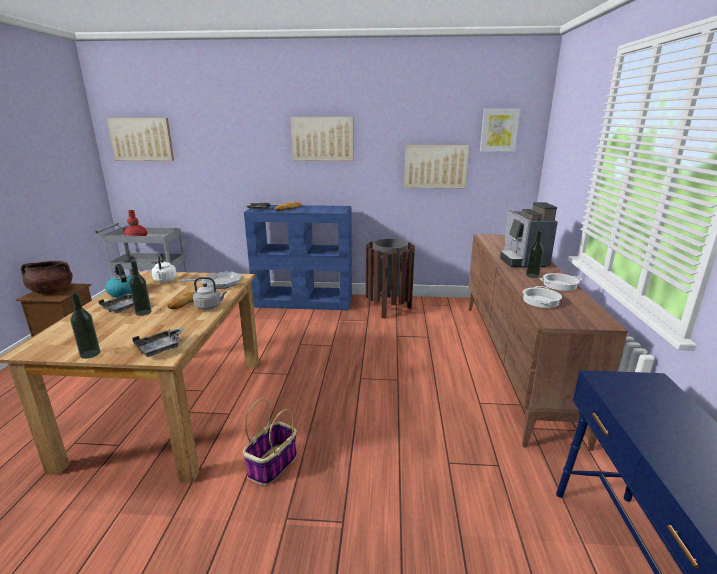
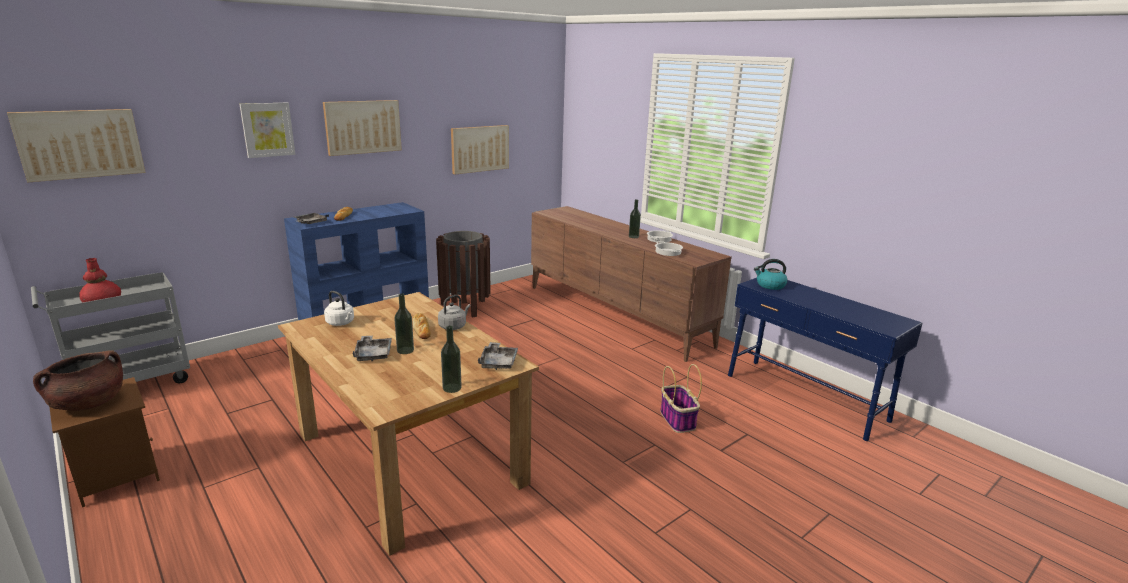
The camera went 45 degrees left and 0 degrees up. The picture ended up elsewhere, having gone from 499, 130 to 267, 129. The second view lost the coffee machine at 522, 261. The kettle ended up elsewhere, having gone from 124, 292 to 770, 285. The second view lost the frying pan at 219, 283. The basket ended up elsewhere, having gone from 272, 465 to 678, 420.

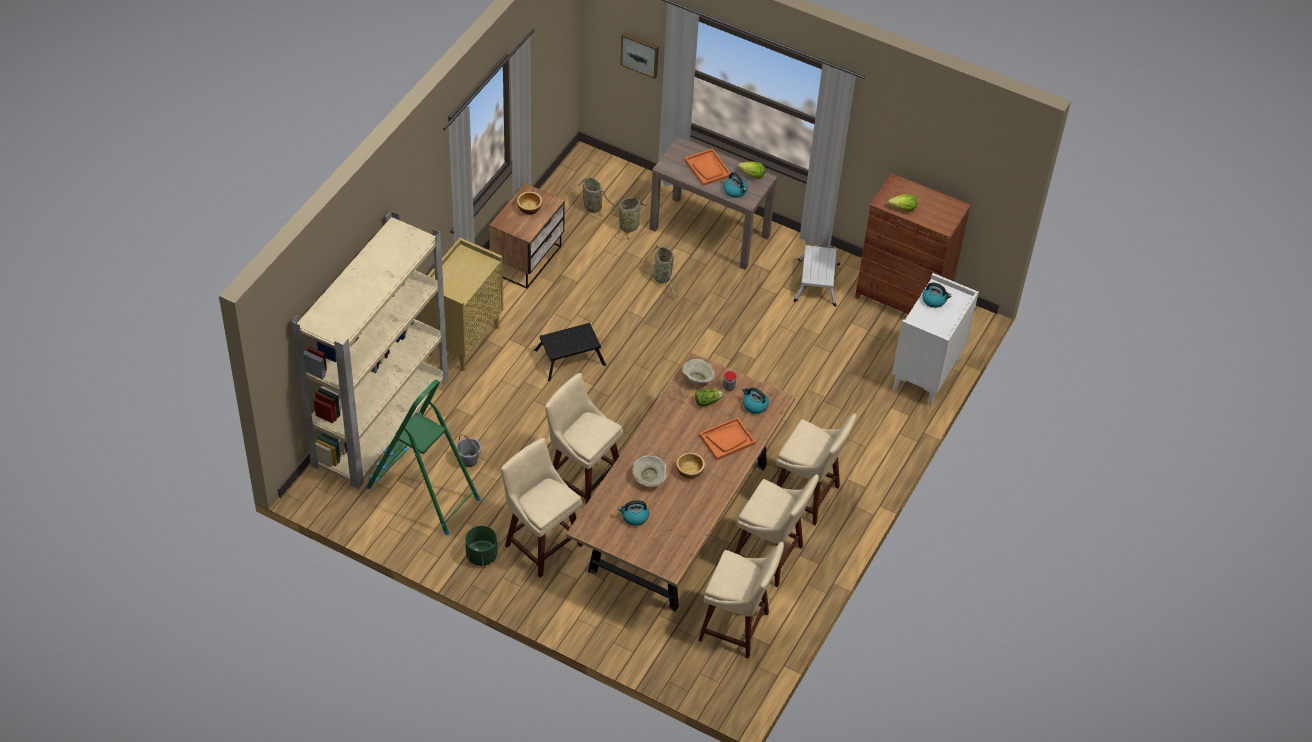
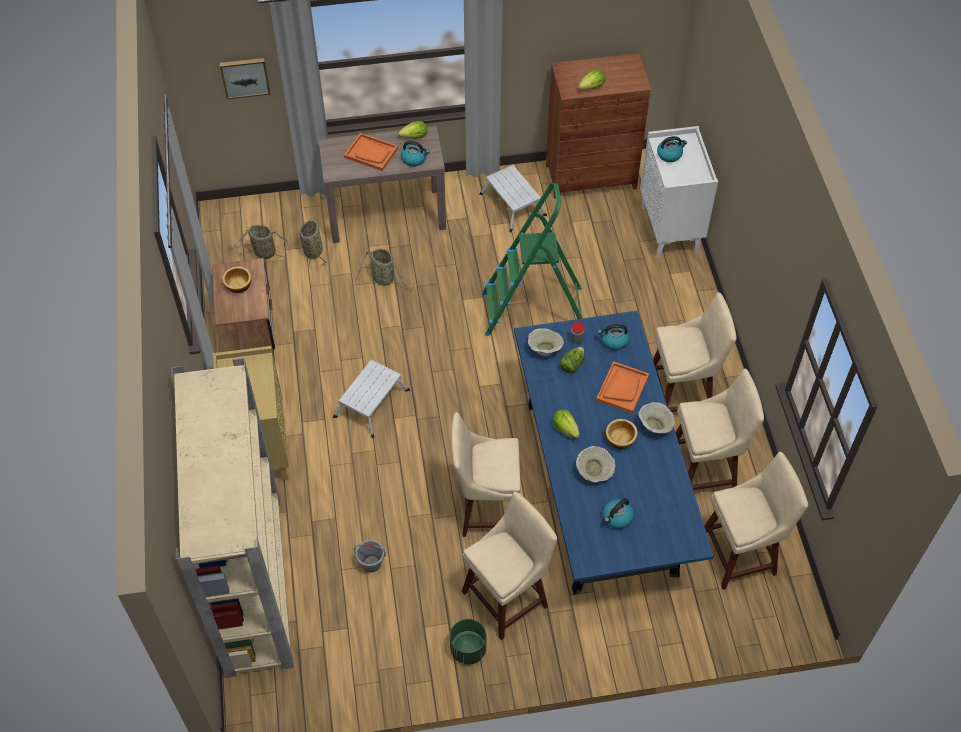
The camera went 35 degrees left and 5 degrees up. What was the step ladder in black at 570, 357 turned into the step ladder in white at 372, 403. What was the dining table in brown at 679, 517 turned into the dining table in blue at 600, 486. The step ladder in green ended up elsewhere, having gone from 422, 493 to 533, 311. The chair in beige at 541, 542 ended up facing another way, 135 degrees clockwise from before. The second view gained the bowl in beige at 655, 426. The second view gained the lettuce at 565, 428.

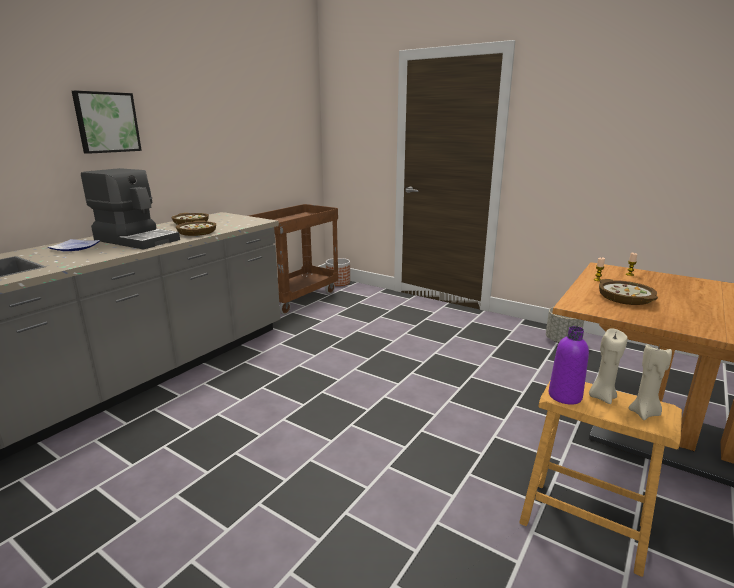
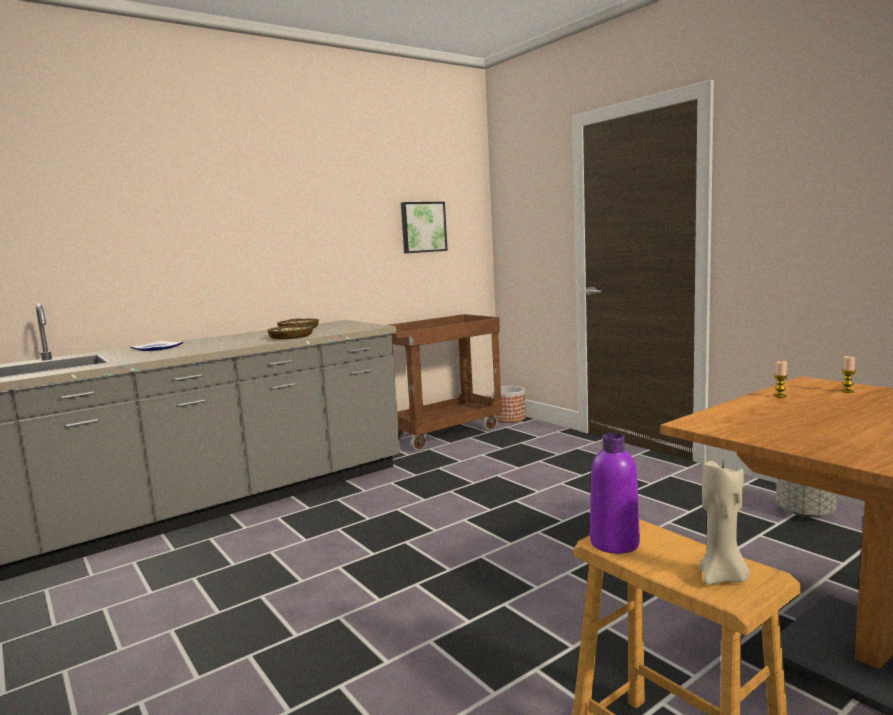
The camera went 20 degrees right and 10 degrees down. The picture ended up elsewhere, having gone from 106, 122 to 422, 227. The second view lost the coffee machine at 137, 240. The second view lost the bowl at 625, 298. The second view lost the candle in beige at 601, 397.

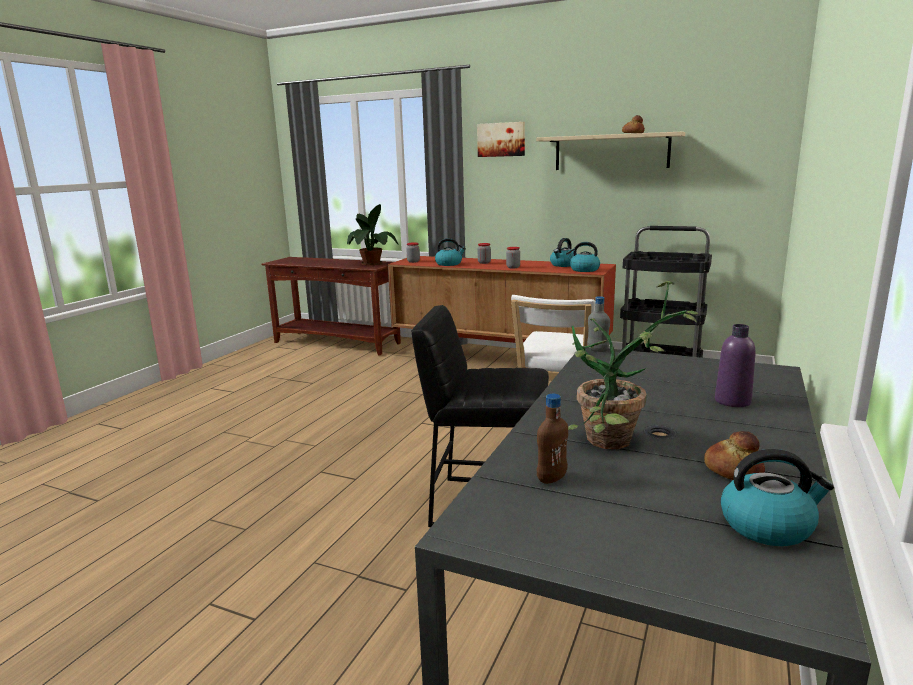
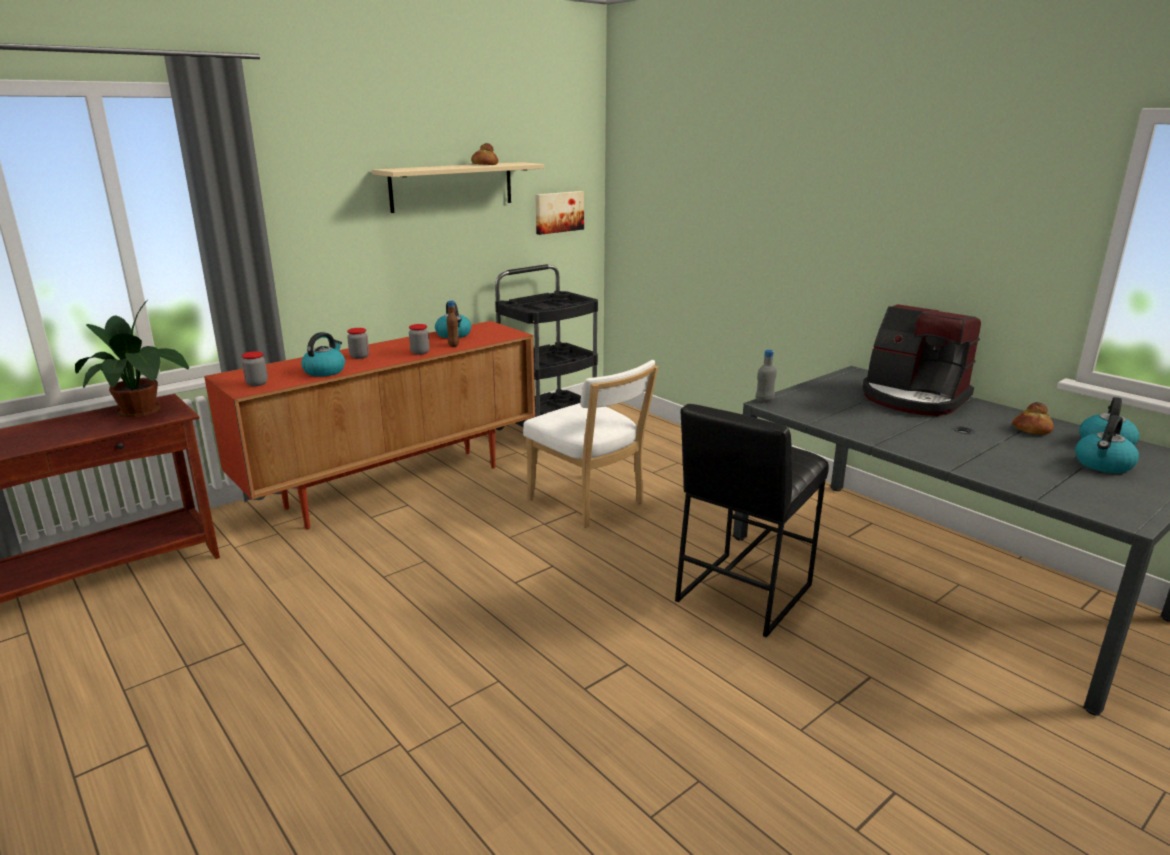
The camera went 65 degrees left and 5 degrees up. The picture ended up elsewhere, having gone from 501, 139 to 558, 212. The kettle ended up elsewhere, having gone from 584, 270 to 1103, 465. The second view lost the potted plant at 617, 444. Where the bottle in purple stood at 732, 401, the coffee machine came to stand at 913, 398. The bottle in brown ended up elsewhere, having gone from 551, 478 to 453, 345.

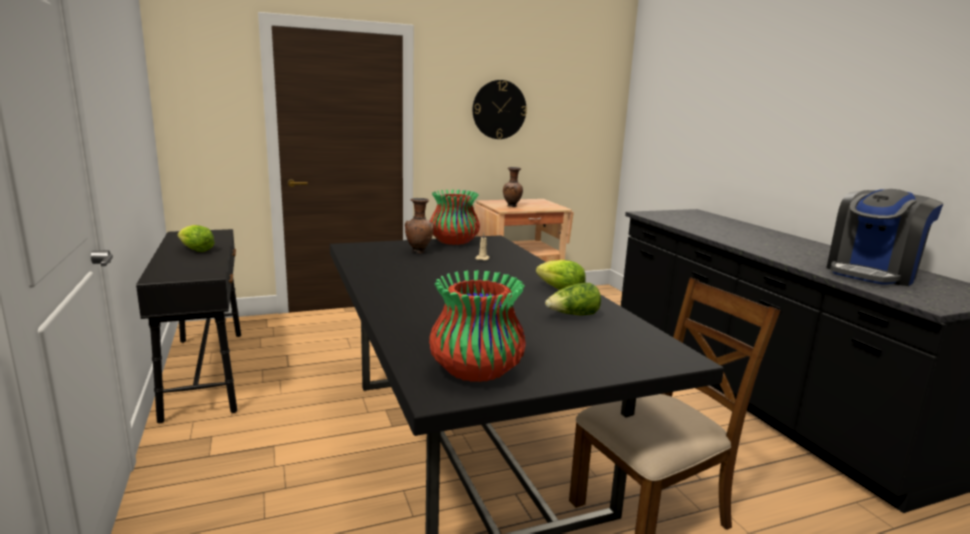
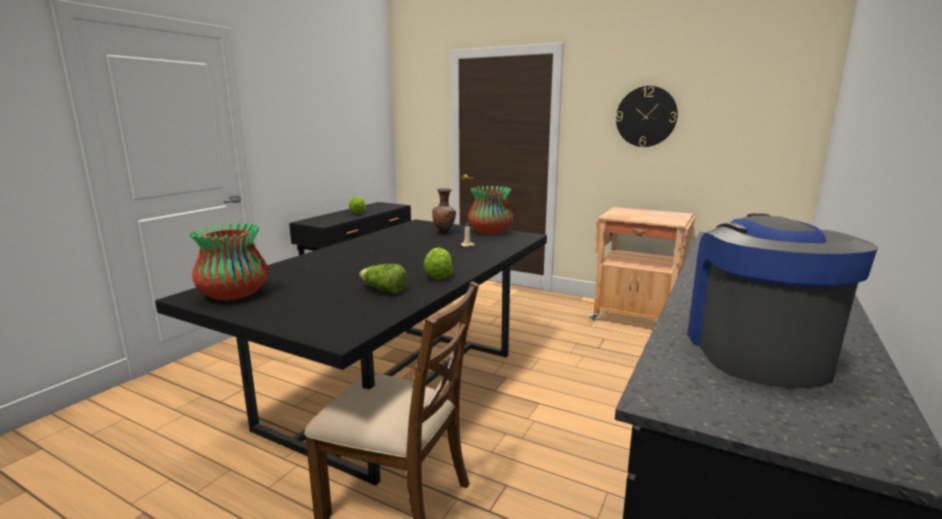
The camera went 50 degrees right and 0 degrees up. The second view lost the vase in brown at 512, 206. The coffee machine at 872, 273 ended up facing another way, 90 degrees clockwise from before.

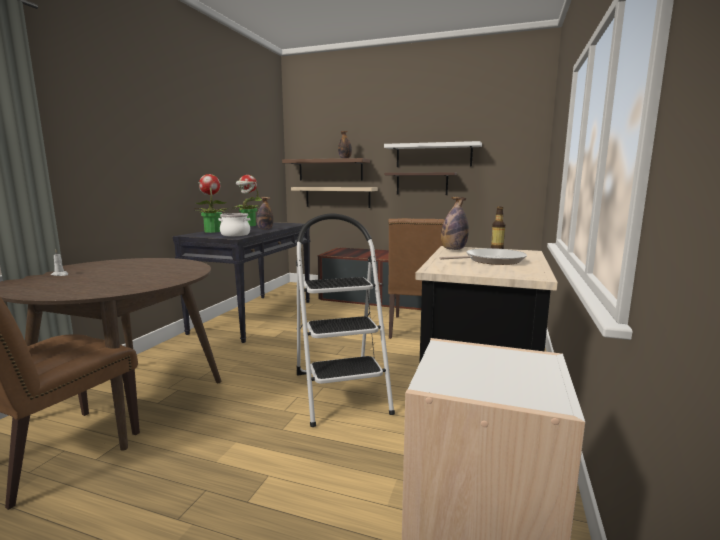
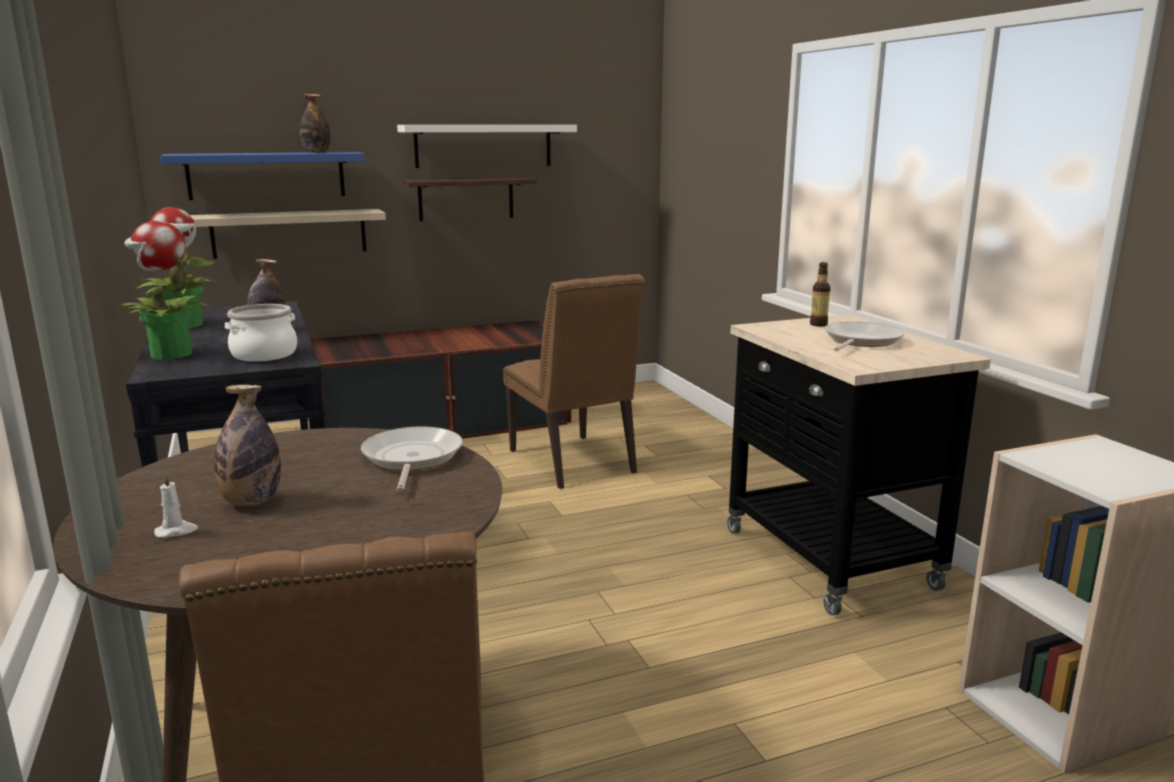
The camera went 40 degrees left and 5 degrees up. What was the shelf in brown at 330, 170 turned into the shelf in blue at 266, 175. The bottle ended up elsewhere, having gone from 453, 249 to 251, 501. The second view lost the step ladder at 341, 391. The second view gained the frying pan at 411, 458.

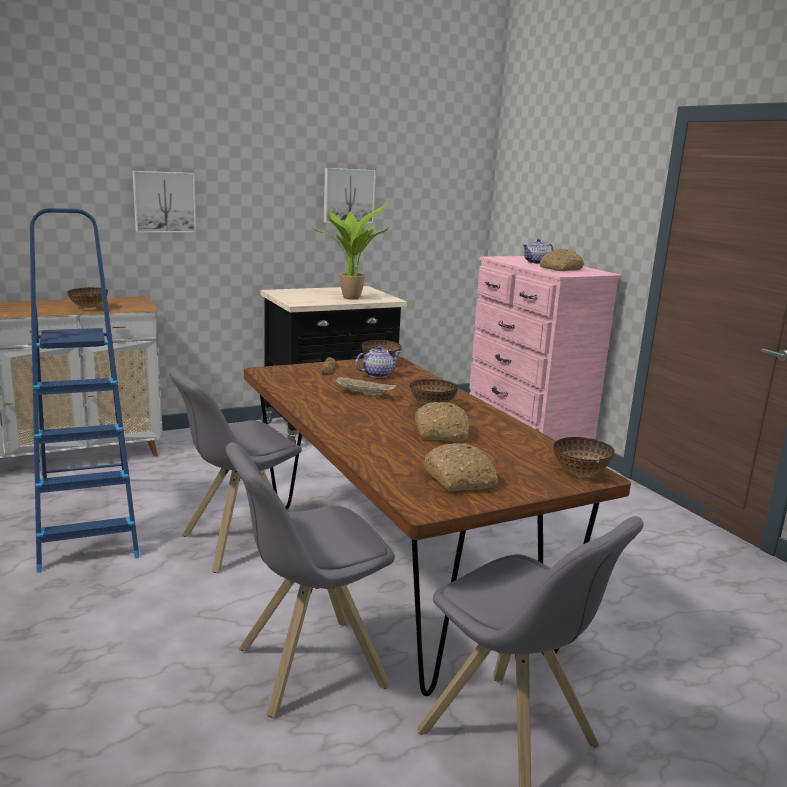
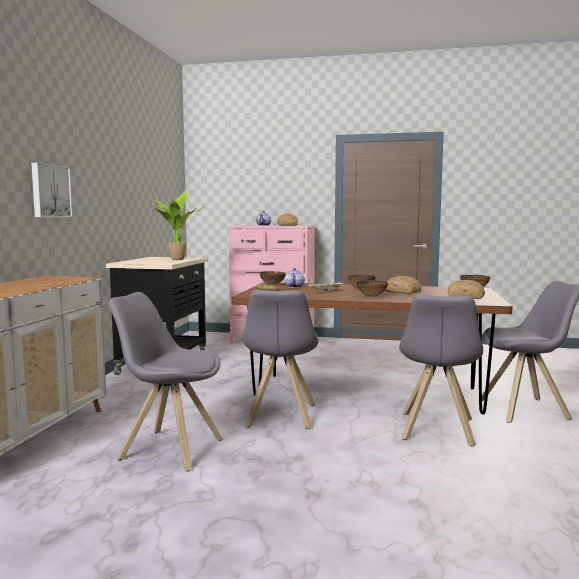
The camera went 50 degrees left and 10 degrees down. The second view lost the picture at 348, 196. Where the step ladder in blue stood at 87, 520, the chair in grey came to stand at 170, 449. The bowl ended up elsewhere, having gone from 88, 307 to 371, 296.

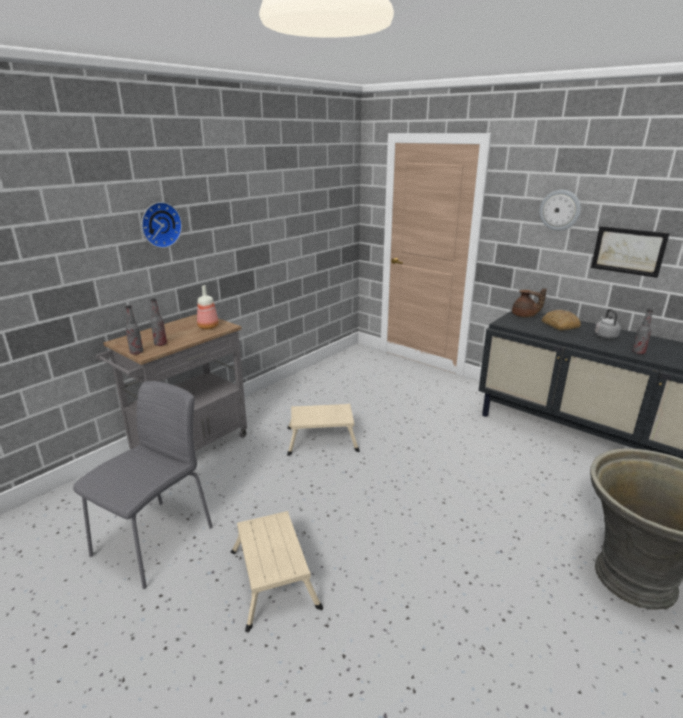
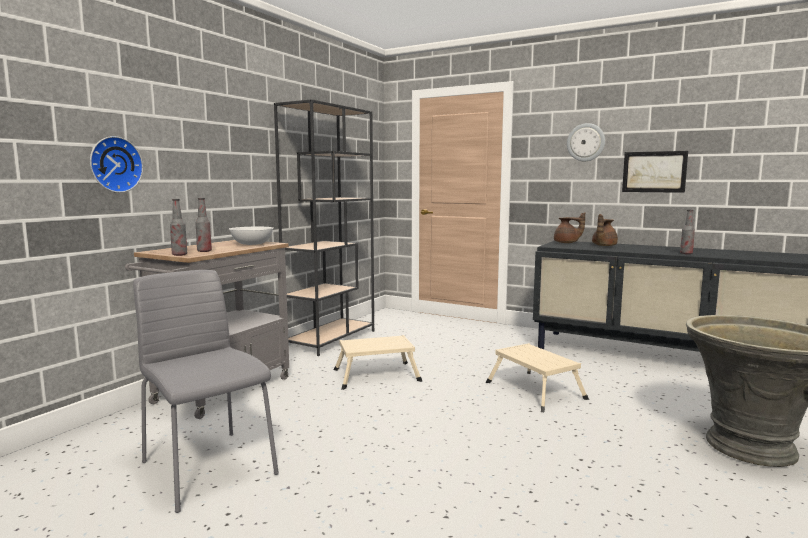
The camera went 10 degrees left and 15 degrees down. The wall clock ended up elsewhere, having gone from 160, 224 to 114, 164. Where the bottle stood at 208, 327, the bowl in white came to stand at 252, 244. The second view lost the kettle in grey at 605, 336. Where the bread stood at 559, 325, the teapot in brown came to stand at 603, 245. The chair in grey at 157, 538 ended up facing another way, 60 degrees counterclockwise from before. The step ladder in beige ended up elsewhere, having gone from 274, 579 to 535, 390. The second view gained the bookcase at 331, 339.

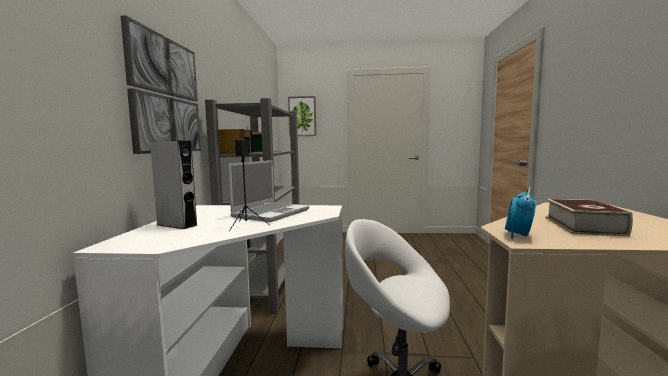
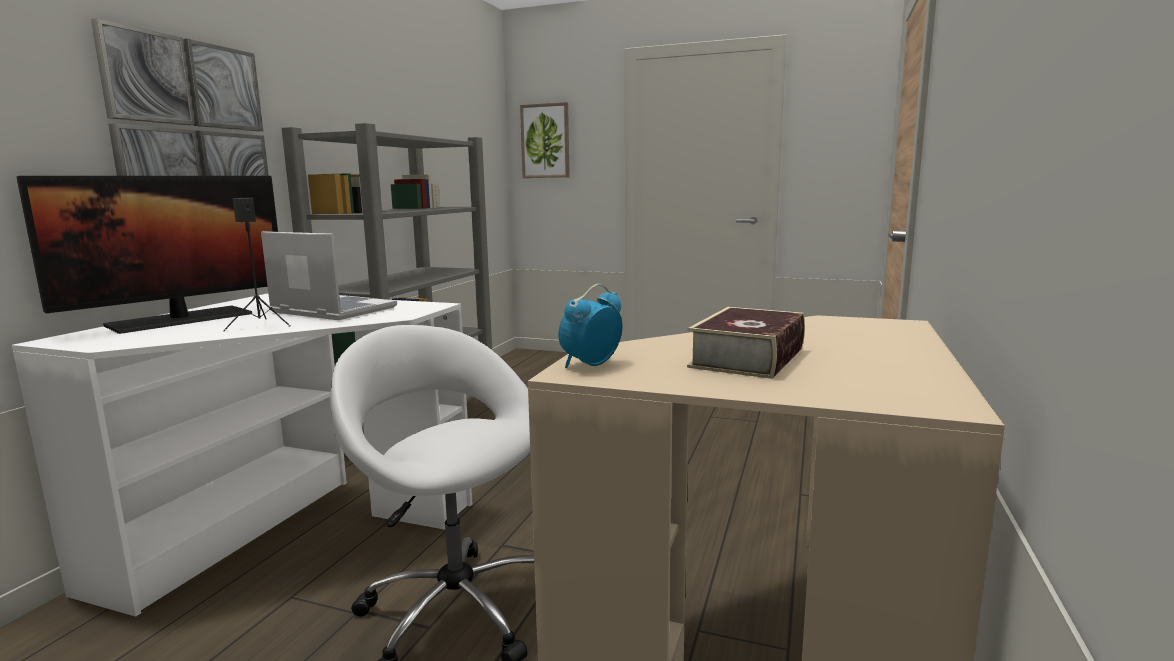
The camera went 15 degrees right and 5 degrees up. Where the speaker in grey stood at 177, 225, the monitor came to stand at 181, 319. The laptop at 271, 213 ended up facing another way, 105 degrees counterclockwise from before.

